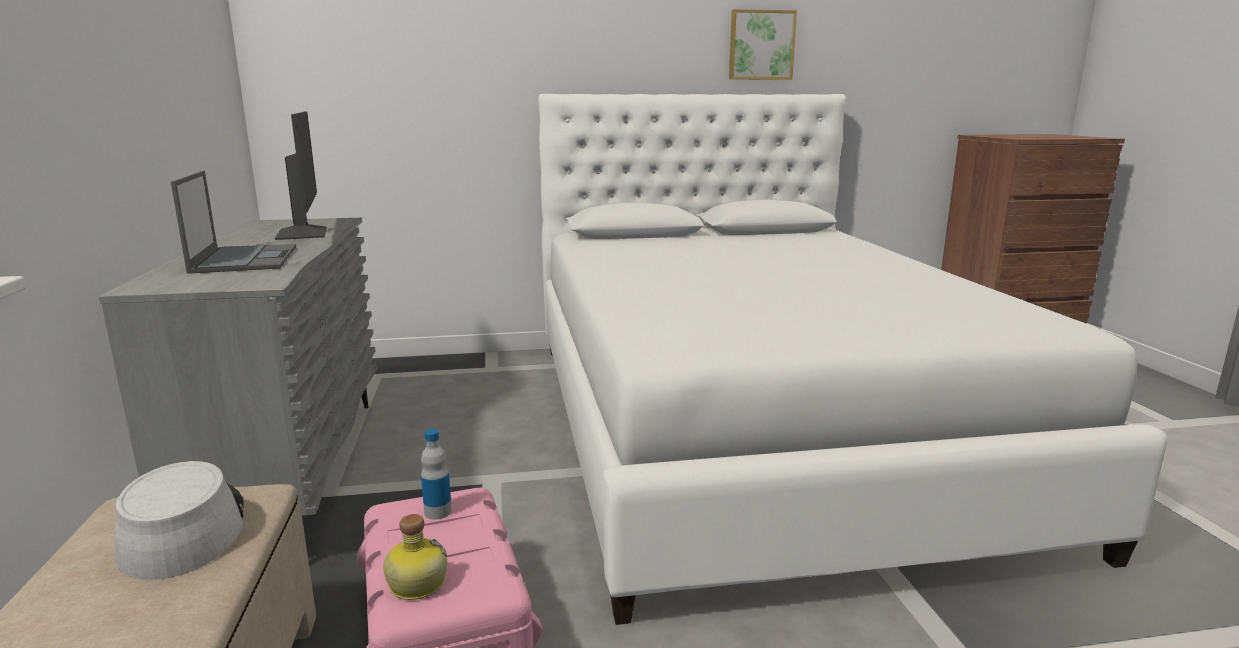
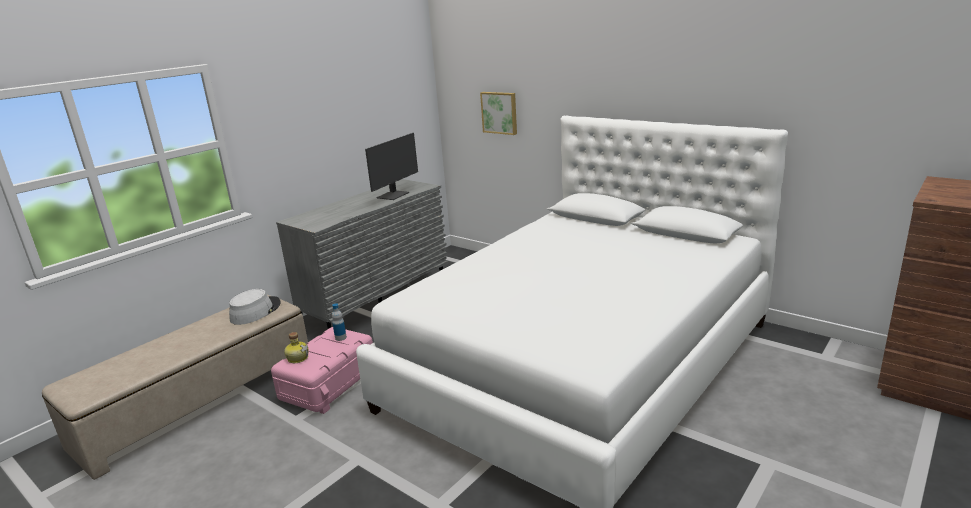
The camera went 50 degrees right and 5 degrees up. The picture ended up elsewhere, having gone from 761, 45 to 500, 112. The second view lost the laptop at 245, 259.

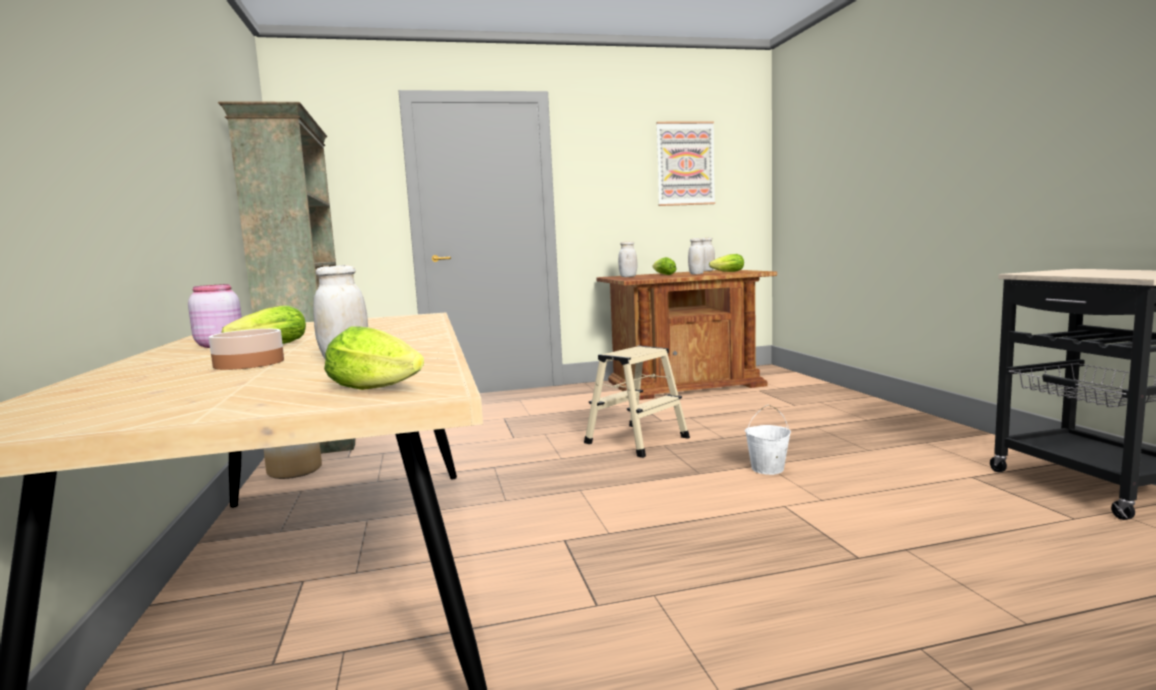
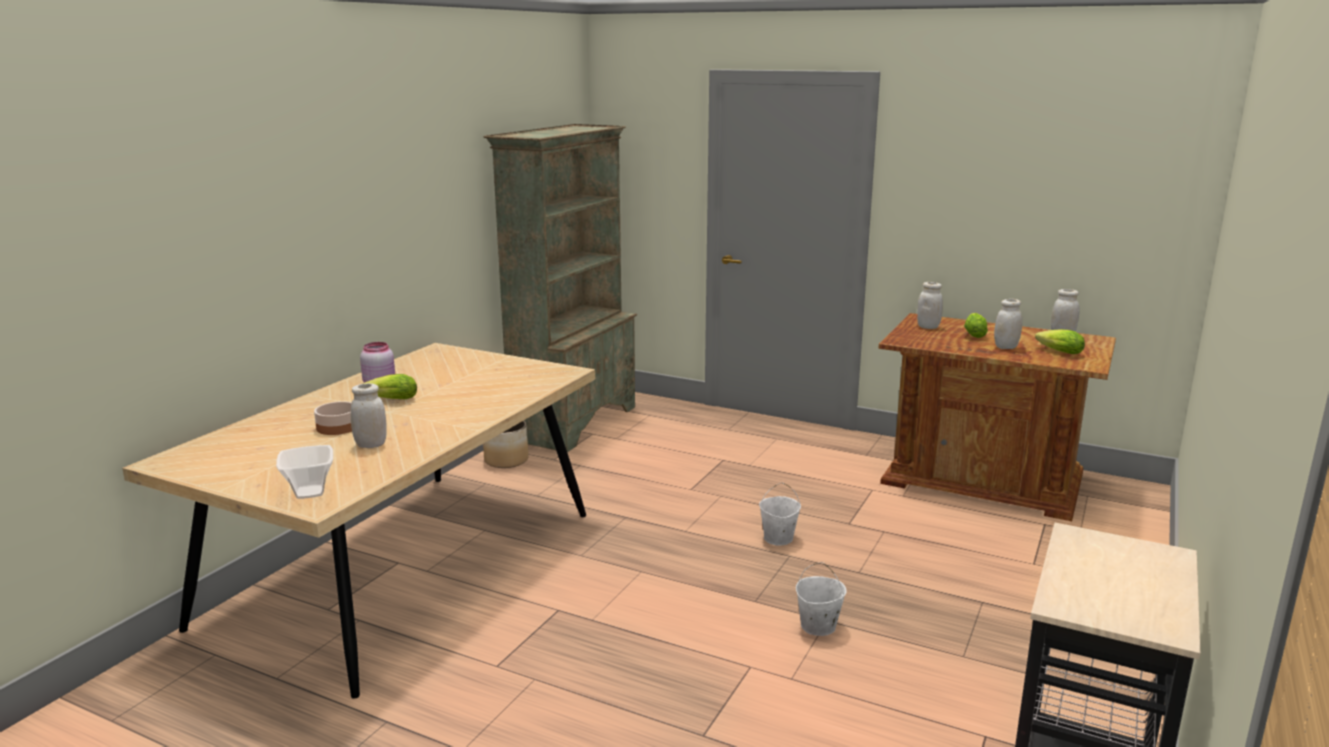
The camera went 40 degrees right and 10 degrees up. The second view lost the picture at 685, 164. Where the lettuce stood at 378, 388, the bowl came to stand at 311, 492. Where the step ladder in beige stood at 636, 440, the bucket in white came to stand at 778, 538.

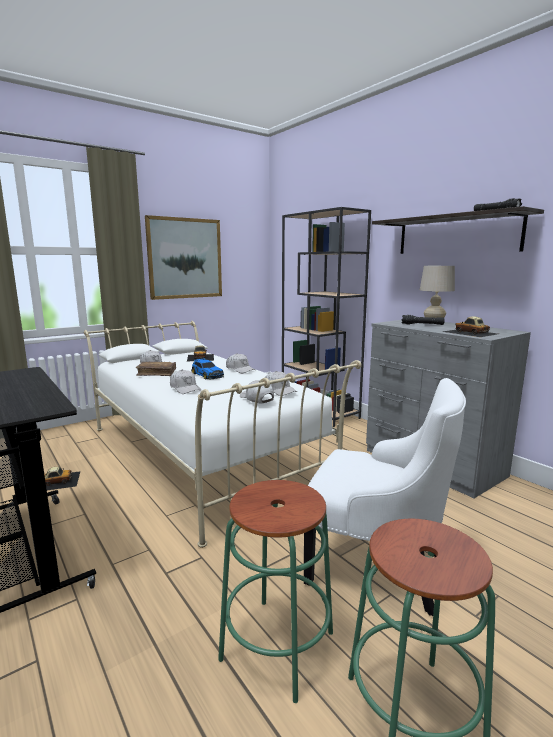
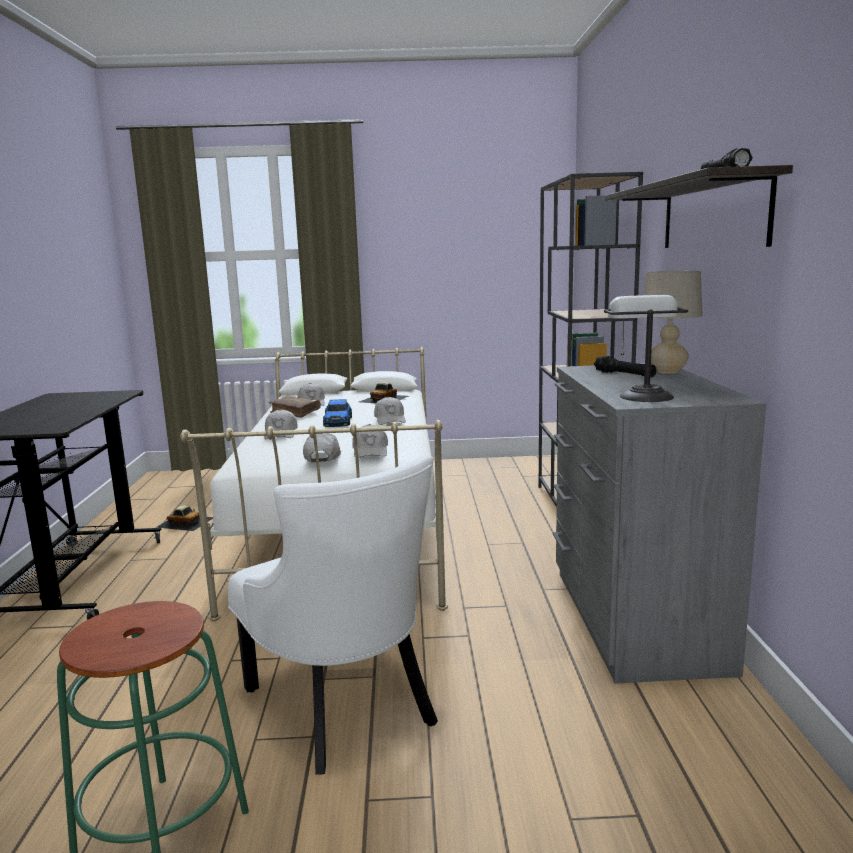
The camera went 35 degrees right and 0 degrees up. The second view lost the picture at 185, 258. Where the toy car stood at 470, 332, the table lamp came to stand at 641, 394. The second view lost the stool in green at 277, 645.

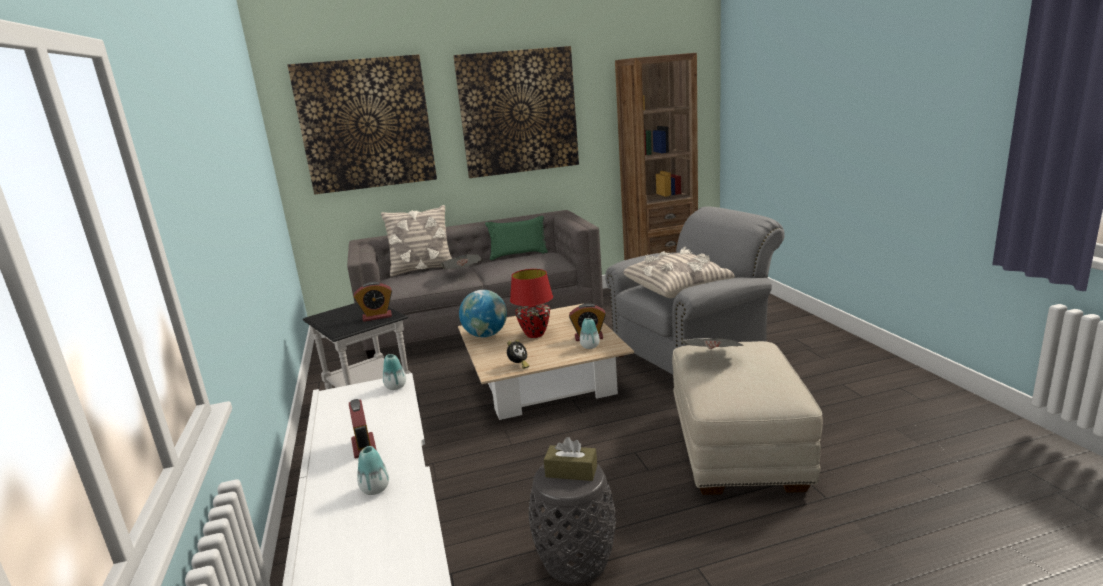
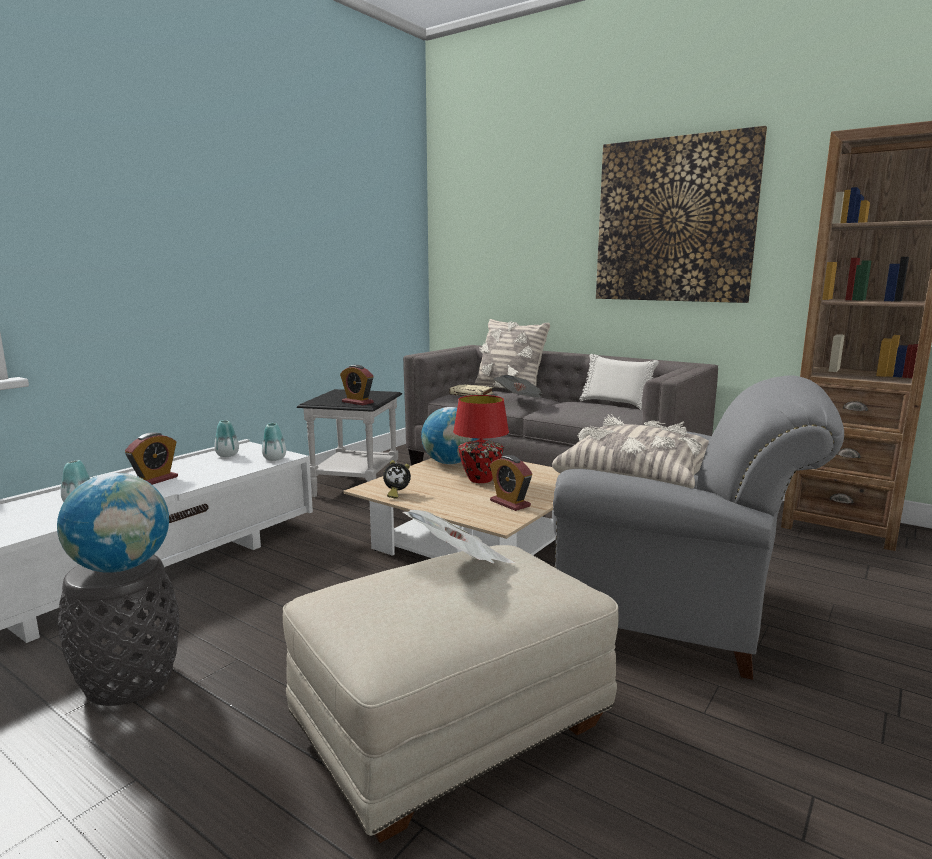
The camera went 50 degrees right and 5 degrees down. The second view lost the picture at 366, 124. What was the pillow in green at 518, 255 turned into the pillow in white at 615, 404. The vase ended up elsewhere, having gone from 590, 346 to 227, 455. Where the tissue box in brown stood at 571, 471, the globe came to stand at 121, 567. The second view gained the book in beige at 472, 394.

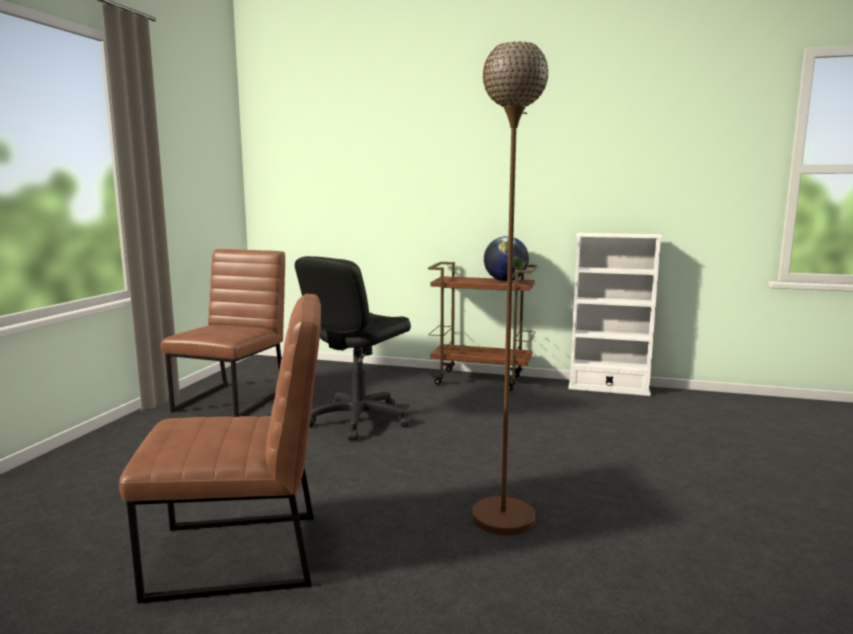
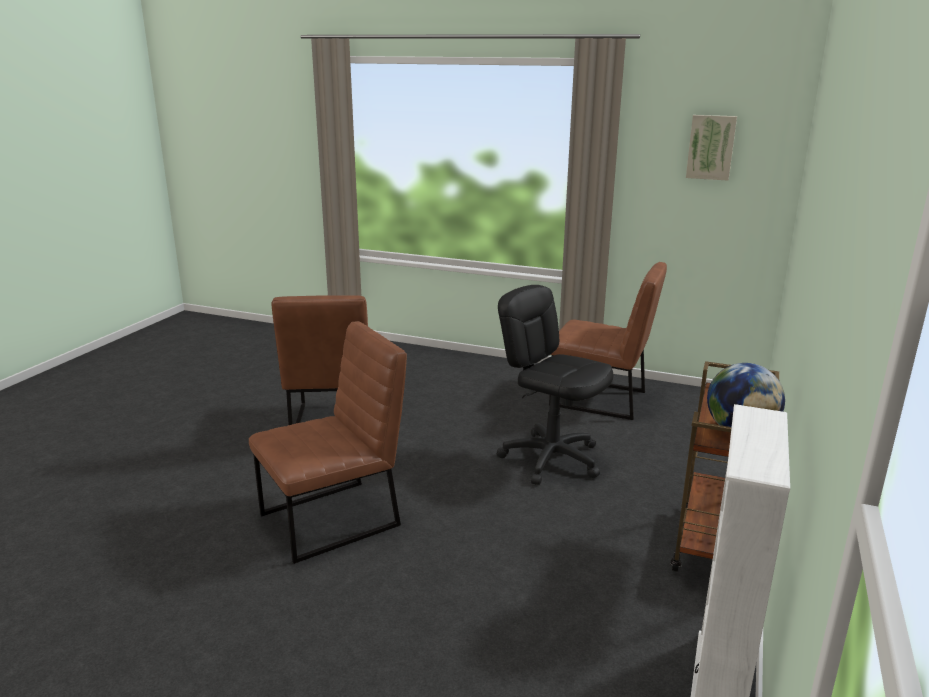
The camera went 95 degrees right and 10 degrees up. Where the floor lamp in brown stood at 503, 518, the chair in brown came to stand at 334, 519. The second view gained the picture at 711, 147.

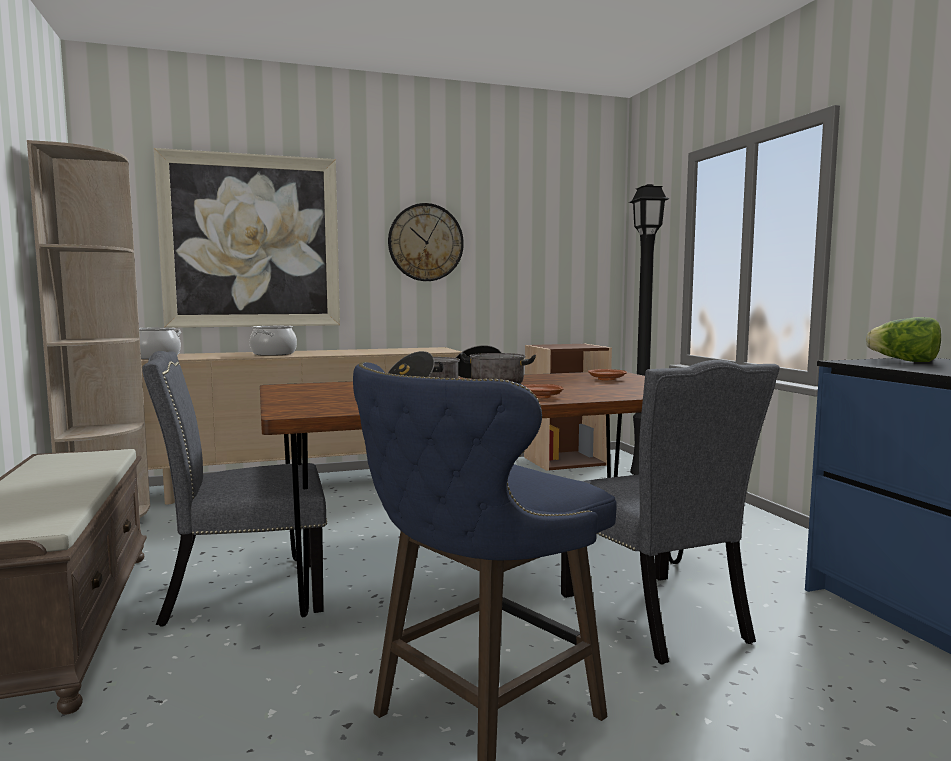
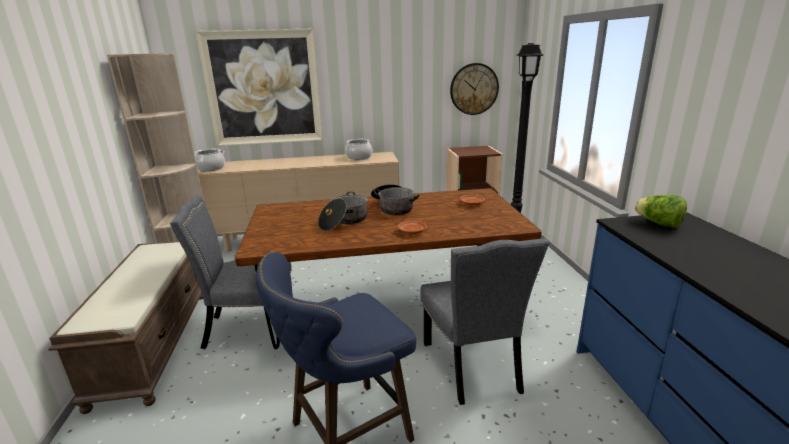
The camera went 10 degrees right and 15 degrees up. The wall clock ended up elsewhere, having gone from 425, 242 to 474, 89. The cooking pot ended up elsewhere, having gone from 274, 354 to 359, 157.

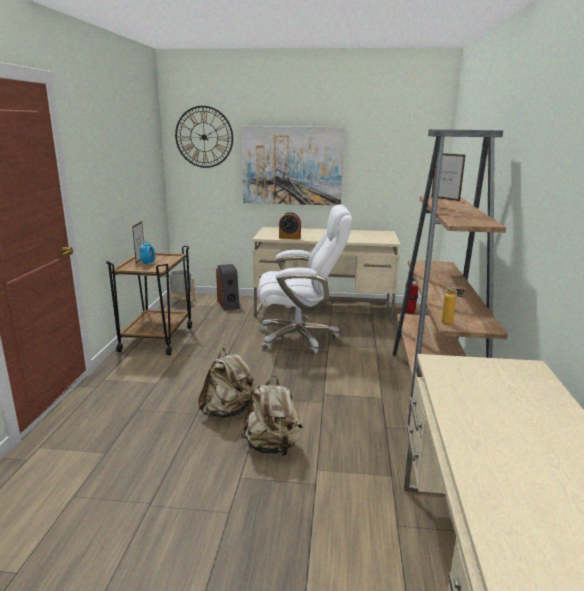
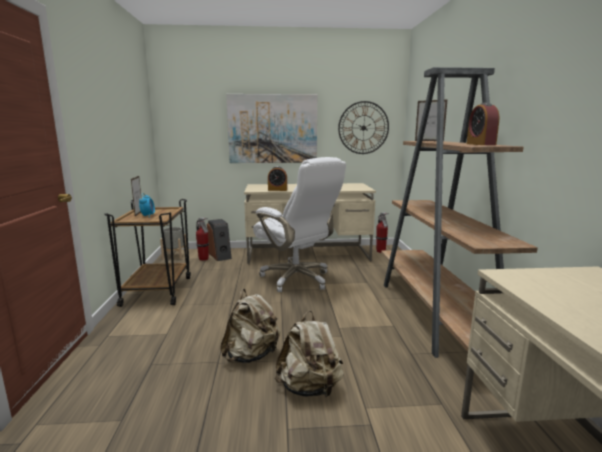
The camera went 10 degrees left and 5 degrees down. The wall clock ended up elsewhere, having gone from 204, 137 to 363, 128. The office chair in white at 300, 339 ended up facing another way, 60 degrees clockwise from before. The second view lost the bottle at 451, 324. The second view gained the alarm clock at 480, 144. The second view gained the fire extinguisher at 203, 259.

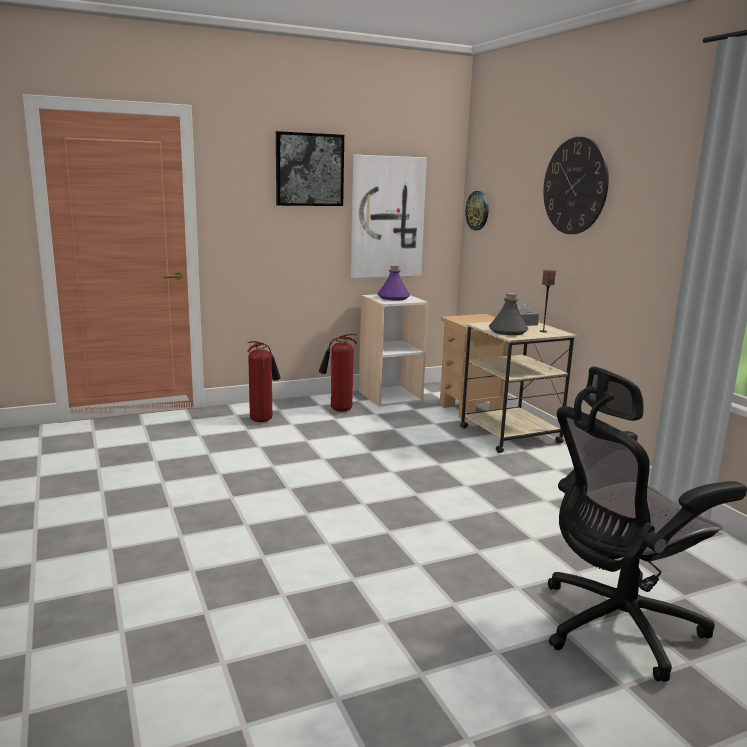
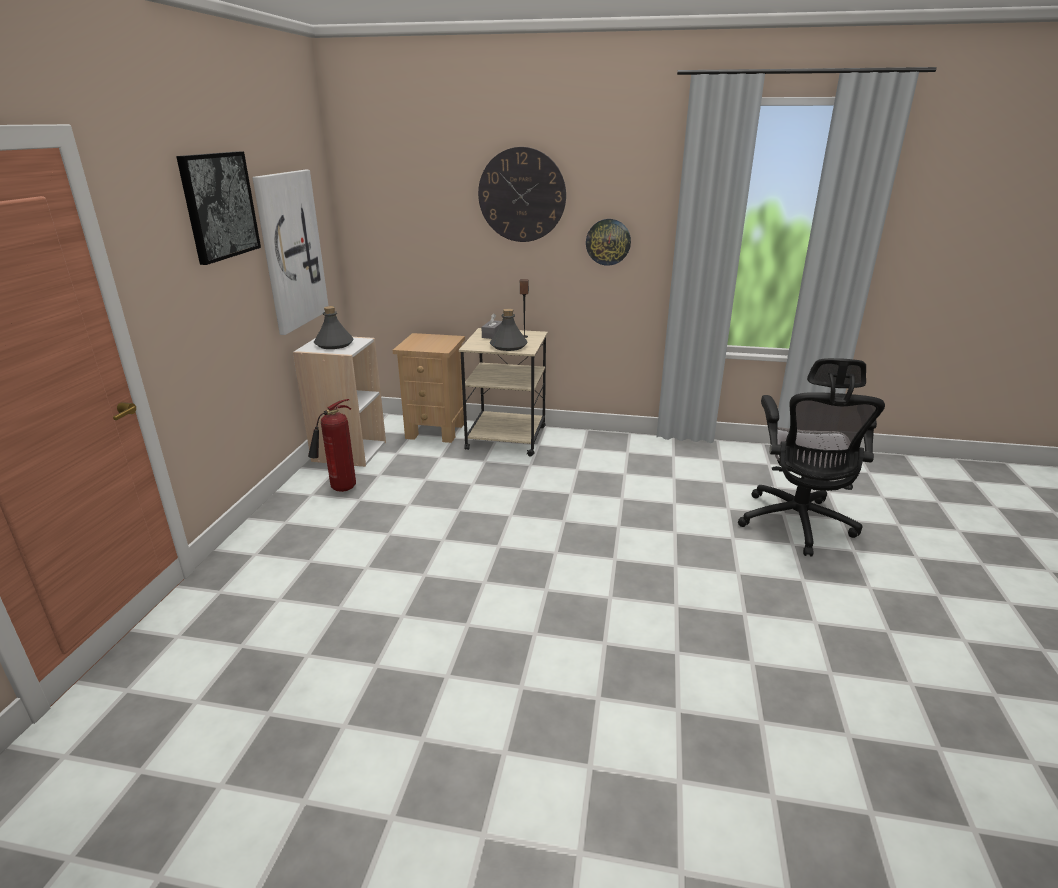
The camera went 55 degrees left and 10 degrees up. The wall clock ended up elsewhere, having gone from 477, 210 to 608, 242. What was the bottle in purple at 393, 298 turned into the bottle in grey at 334, 344. The second view lost the fire extinguisher at 263, 419.

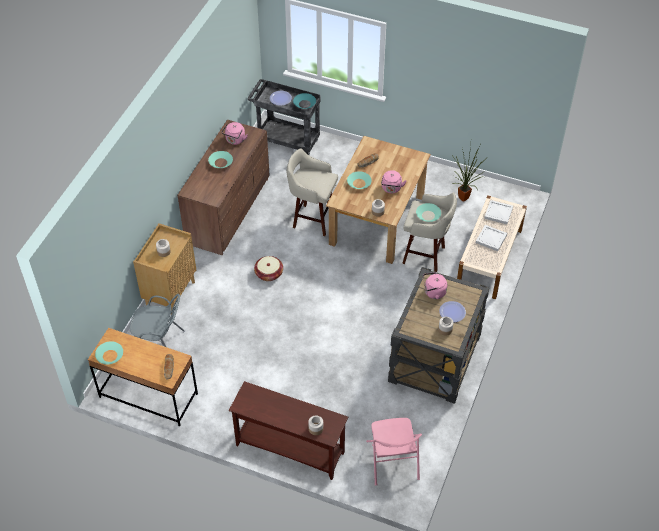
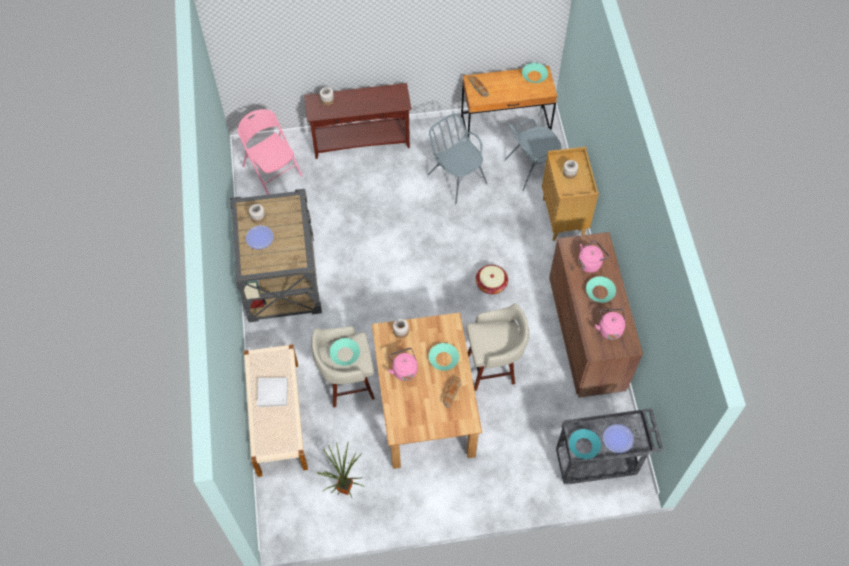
The camera went 150 degrees right and 10 degrees up. The second view lost the tray in white at 499, 213. The kettle in pink ended up elsewhere, having gone from 433, 292 to 590, 263. The second view gained the chair in grey at 455, 177.

